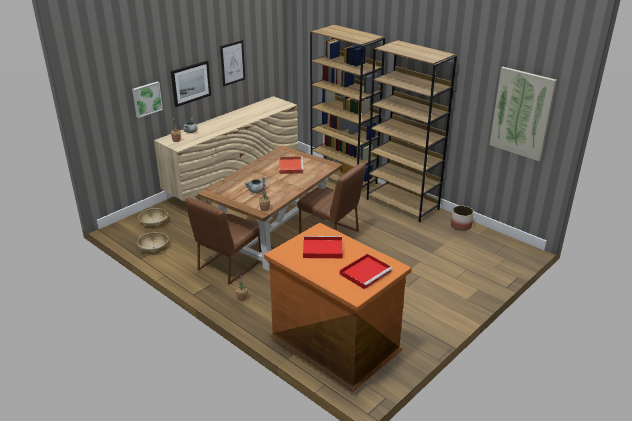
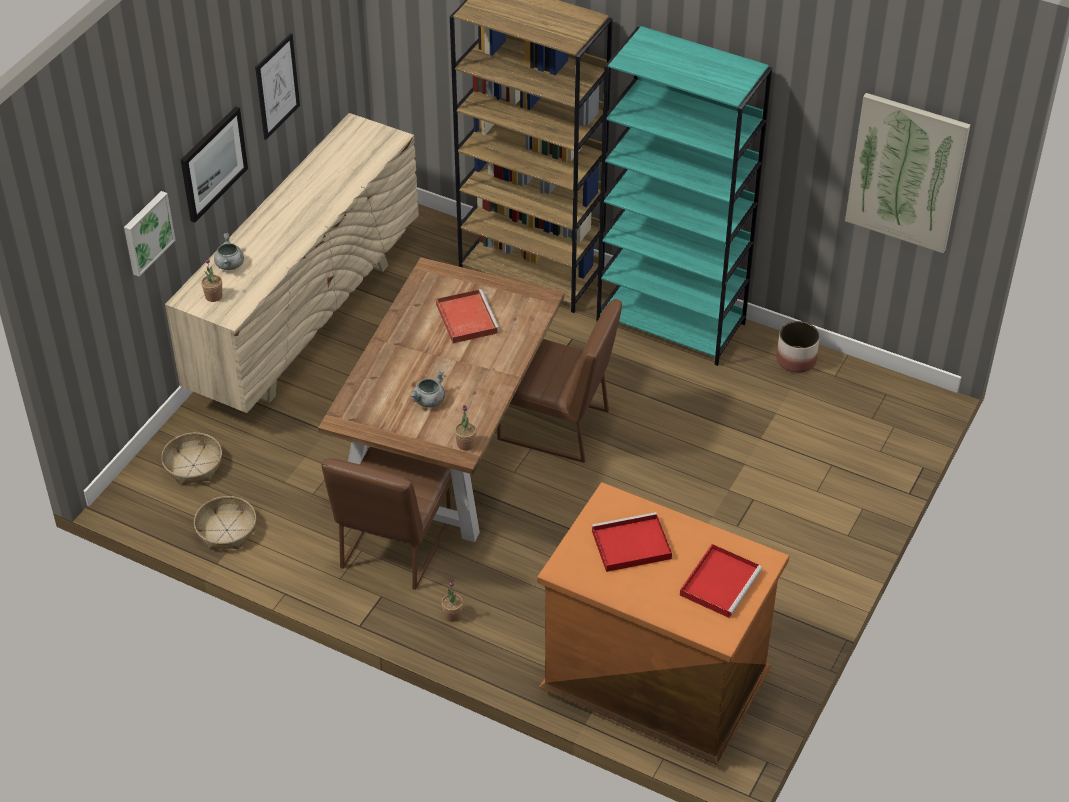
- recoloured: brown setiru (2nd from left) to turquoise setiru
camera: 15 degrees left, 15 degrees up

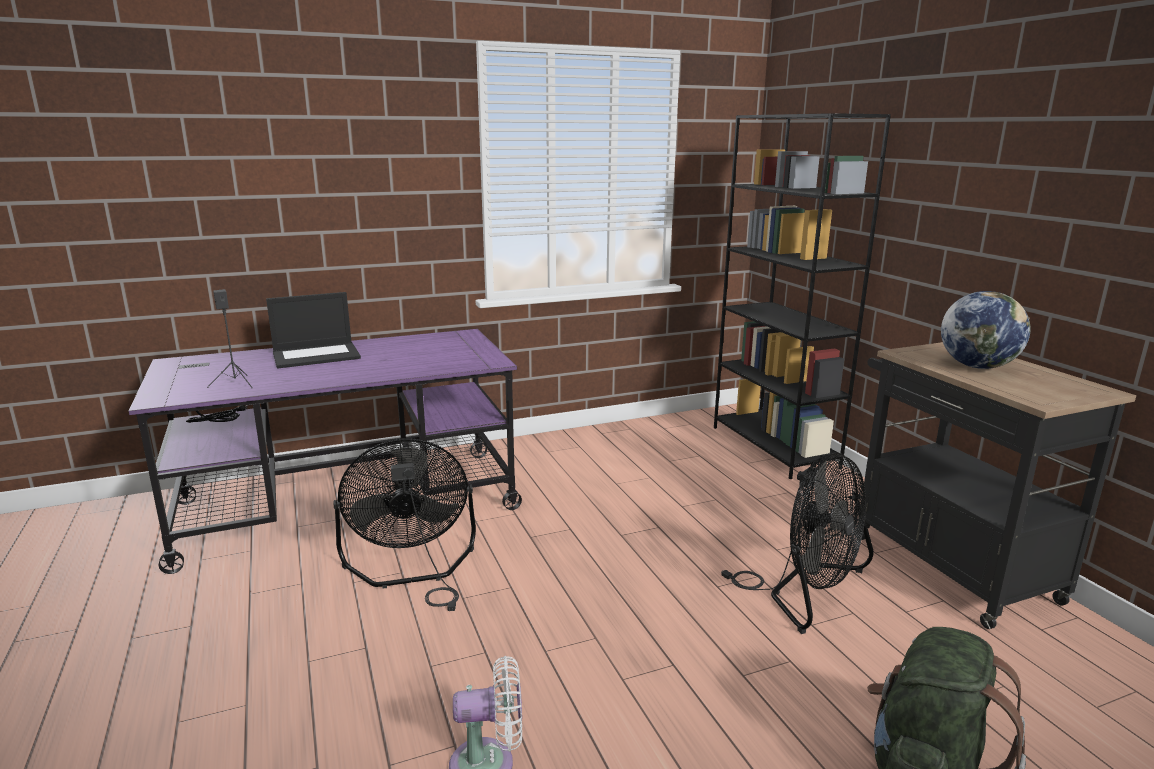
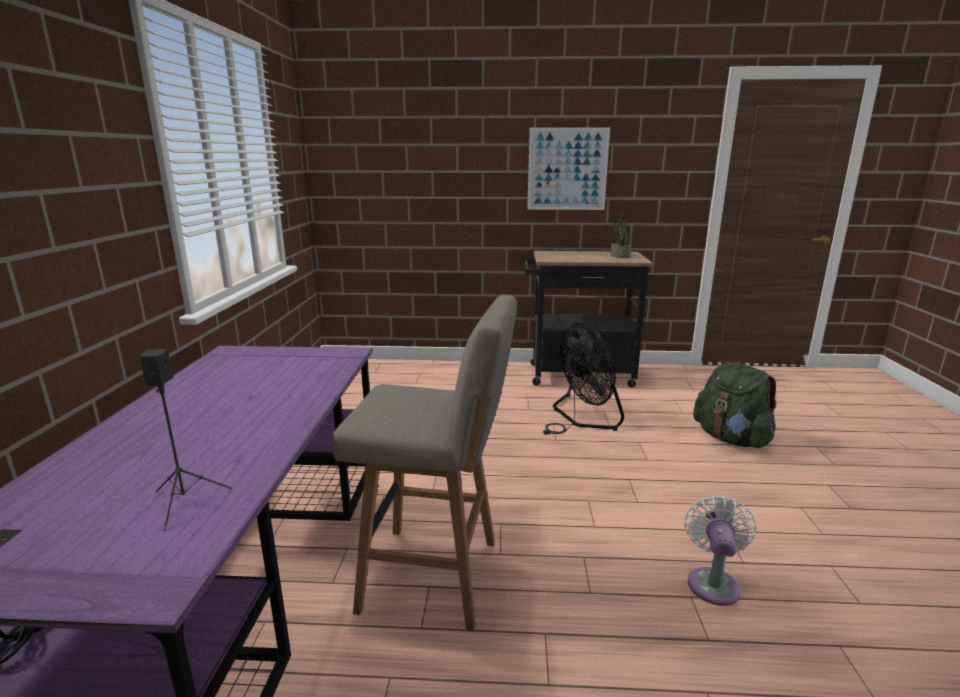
- removed: black setiru
- removed: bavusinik
- removed: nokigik
- replaced: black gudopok (1st from left) to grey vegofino
- added: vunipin
- added: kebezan
camera: 65 degrees left, 0 degrees up

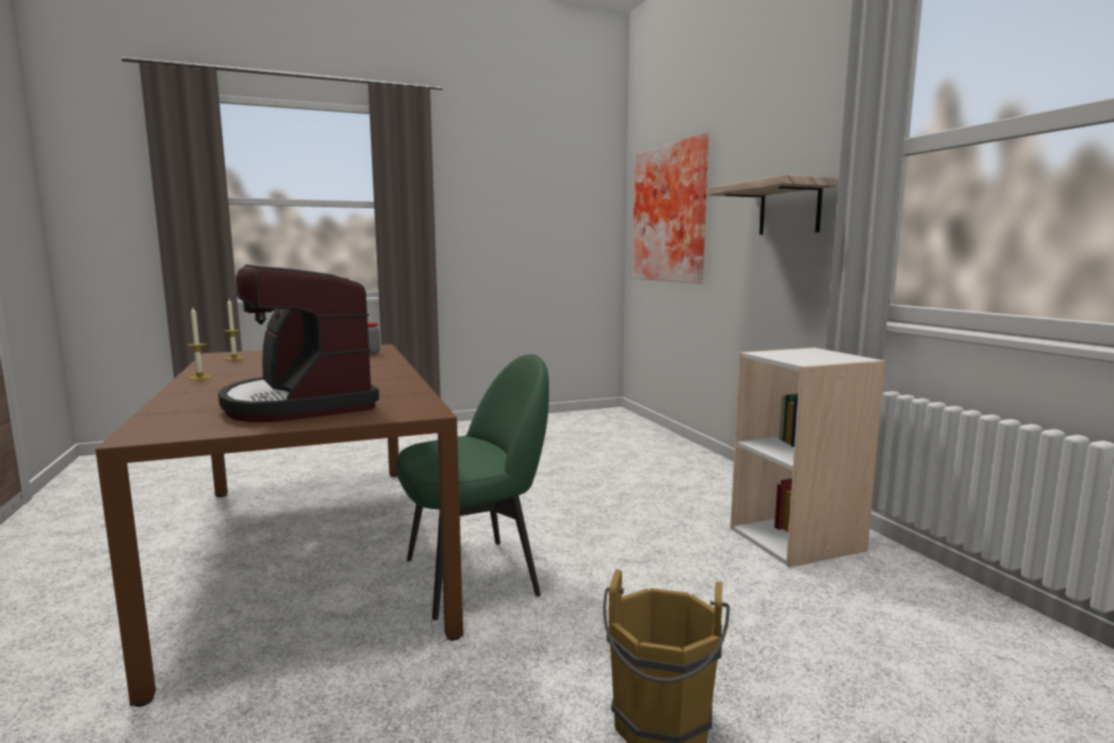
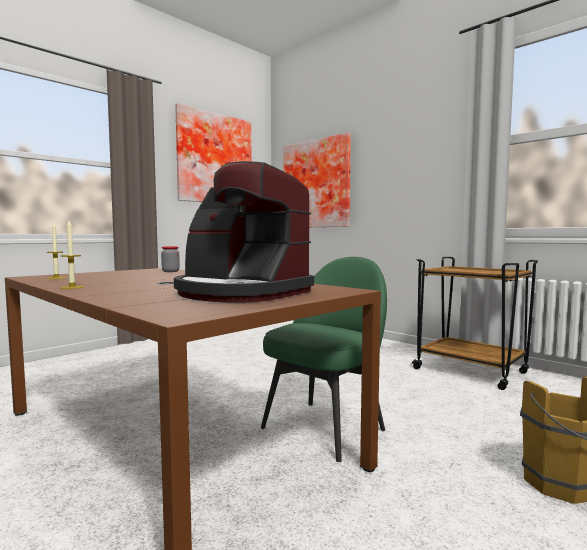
- removed: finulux
- replaced: setiru to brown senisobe
- added: vunipin (1st from left)
camera: 25 degrees left, 5 degrees down

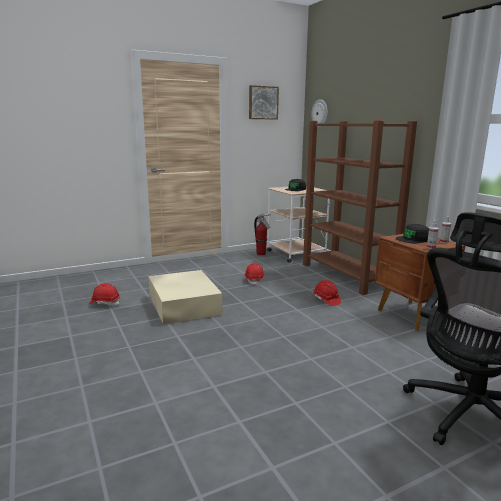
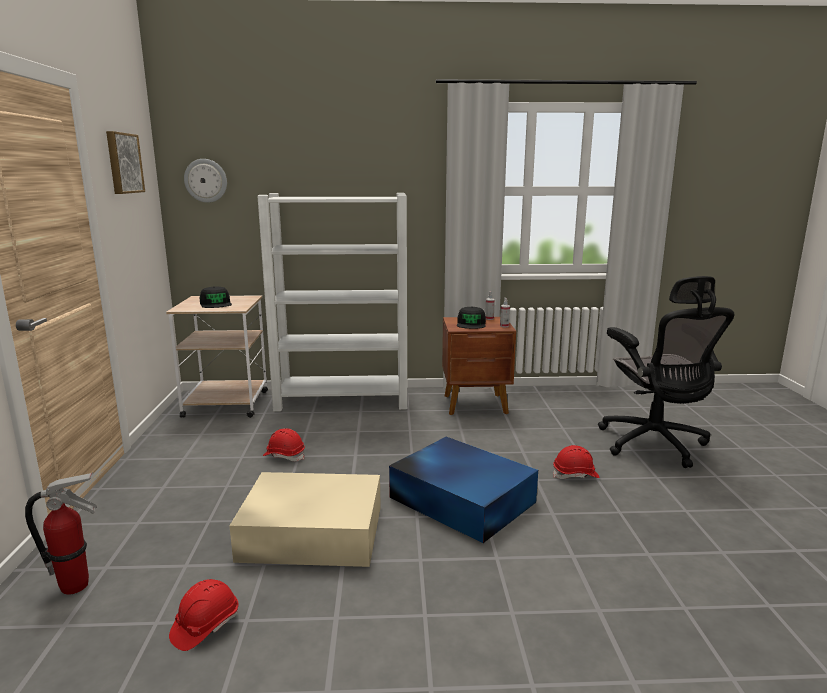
- recoloured: brown setiru to white setiru
- moved: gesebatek
- moved: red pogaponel (3rd from left)
- added: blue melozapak
camera: 65 degrees left, 0 degrees up

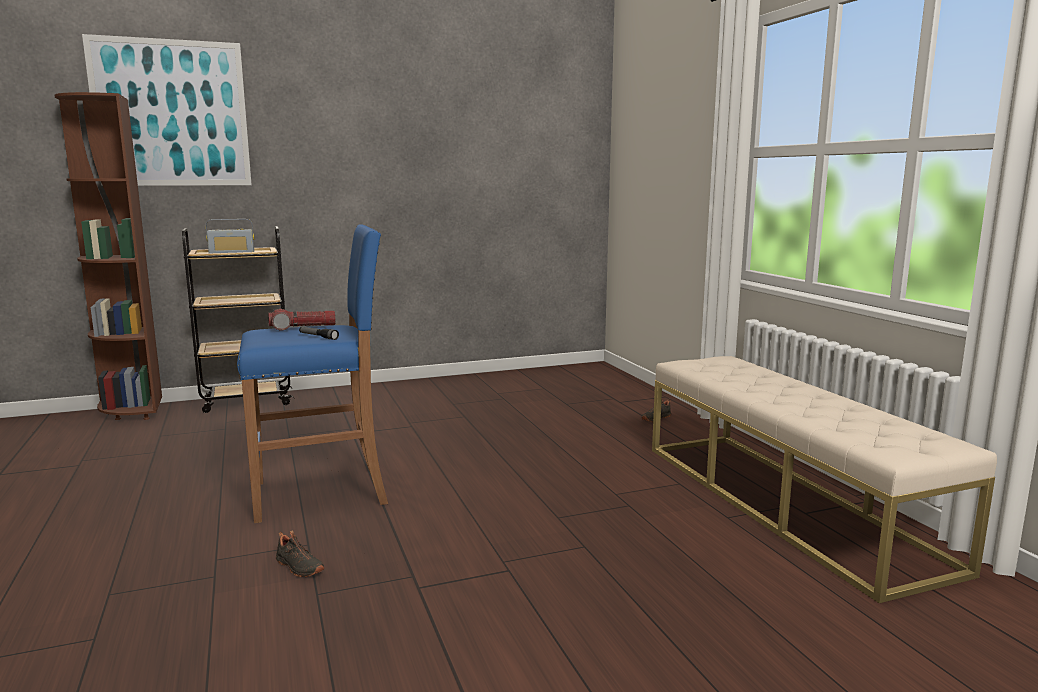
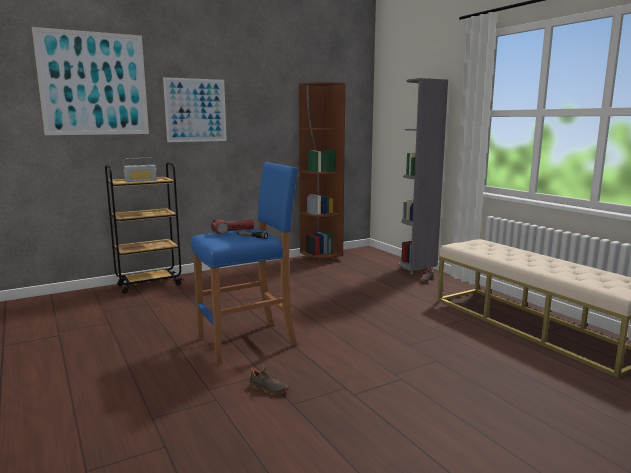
- moved: brown setiru
- added: vunipin (2nd from left)
- added: grey setiru
camera: 10 degrees left, 0 degrees up

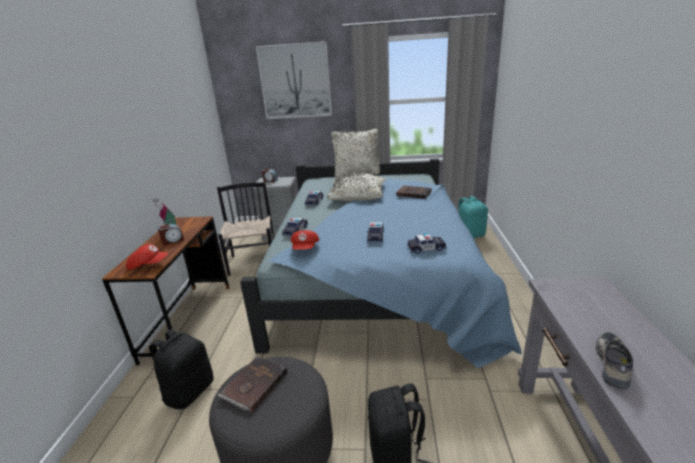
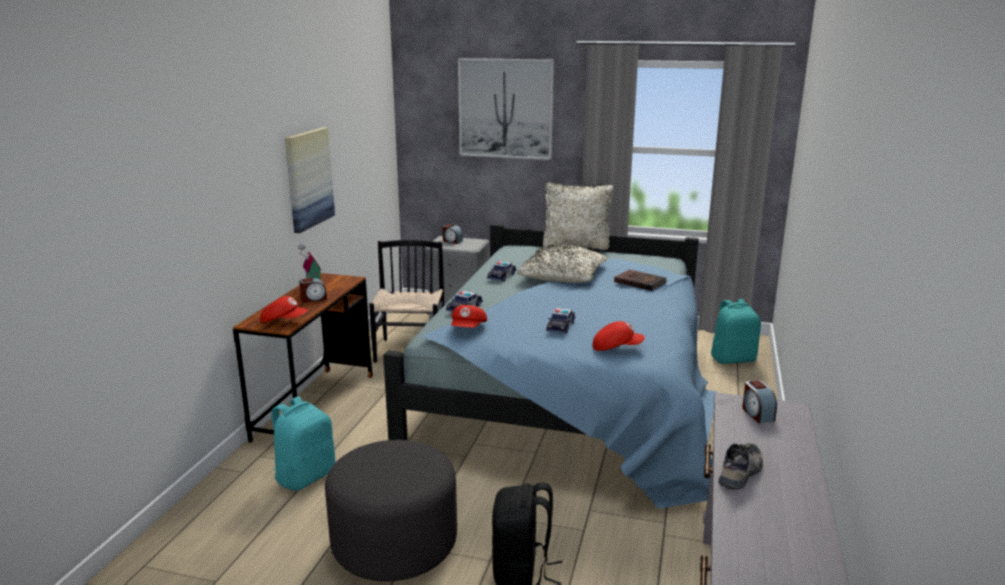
- replaced: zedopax (4th from left) to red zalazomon (3rd from left)
- recoloured: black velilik (1st from left) to turquoise velilik (1st from left)
- removed: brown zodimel (1st from left)
- added: vunipin (1st from left)
- added: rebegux (3rd from left)
camera: 10 degrees right, 5 degrees down

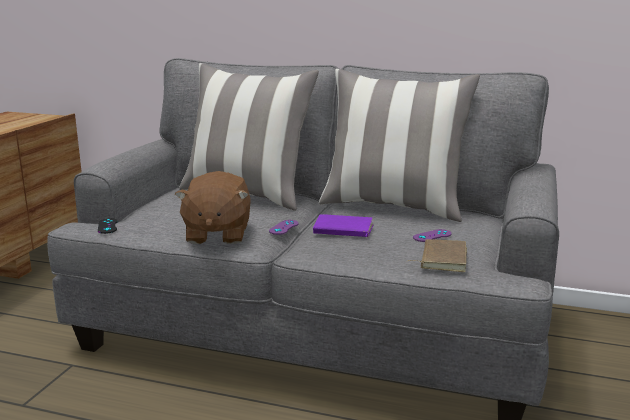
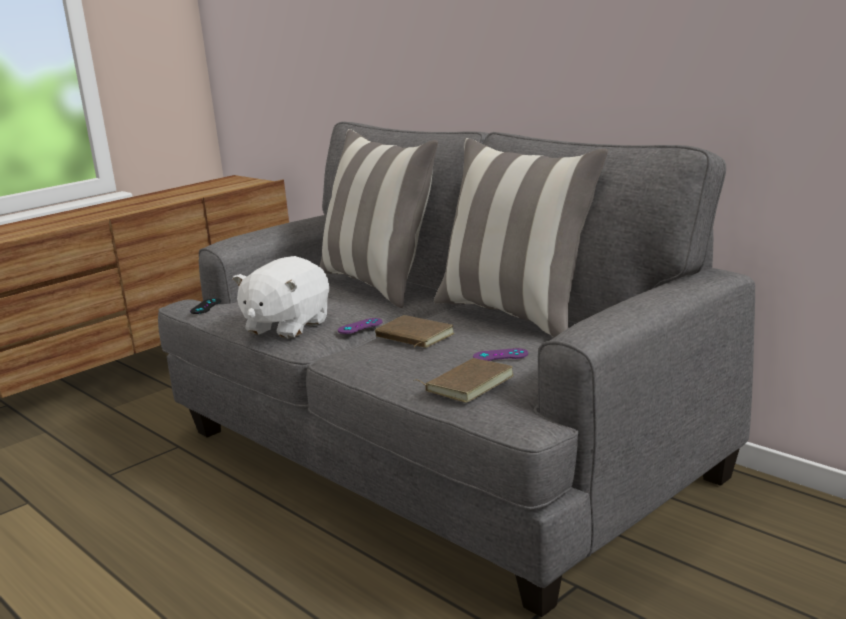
- recoloured: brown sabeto to white sabeto
- recoloured: purple zodimel to brown zodimel (1st from left)
camera: 30 degrees right, 0 degrees up

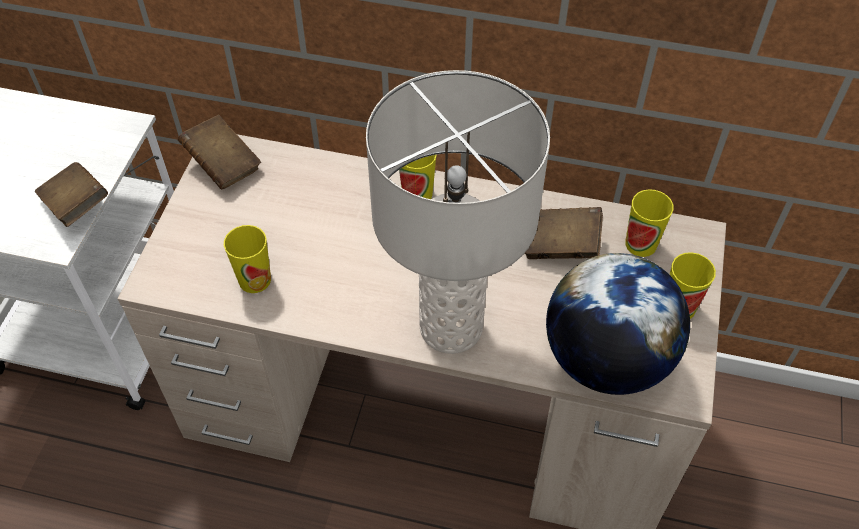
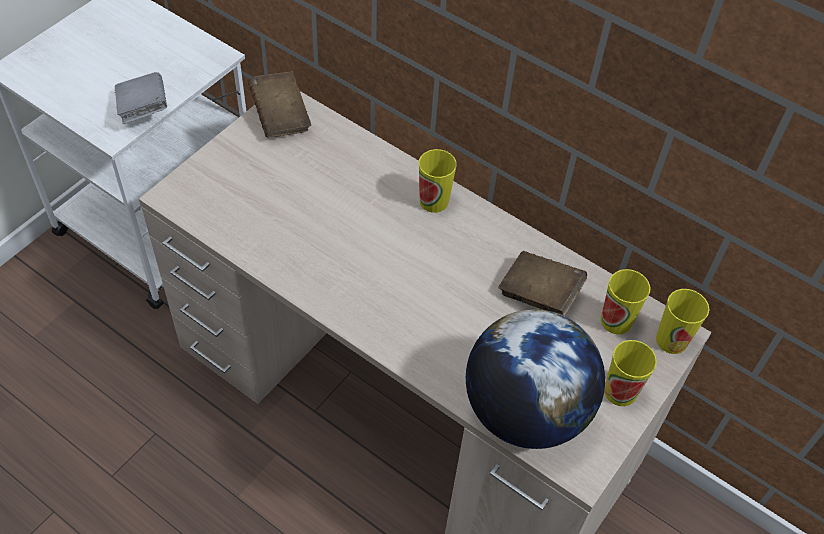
- removed: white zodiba
- recoloured: brown zodimel (1st from left) to grey zodimel
- moved: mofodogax (1st from left in the first image) to mofodogax (4th from left)
camera: 20 degrees right, 0 degrees up

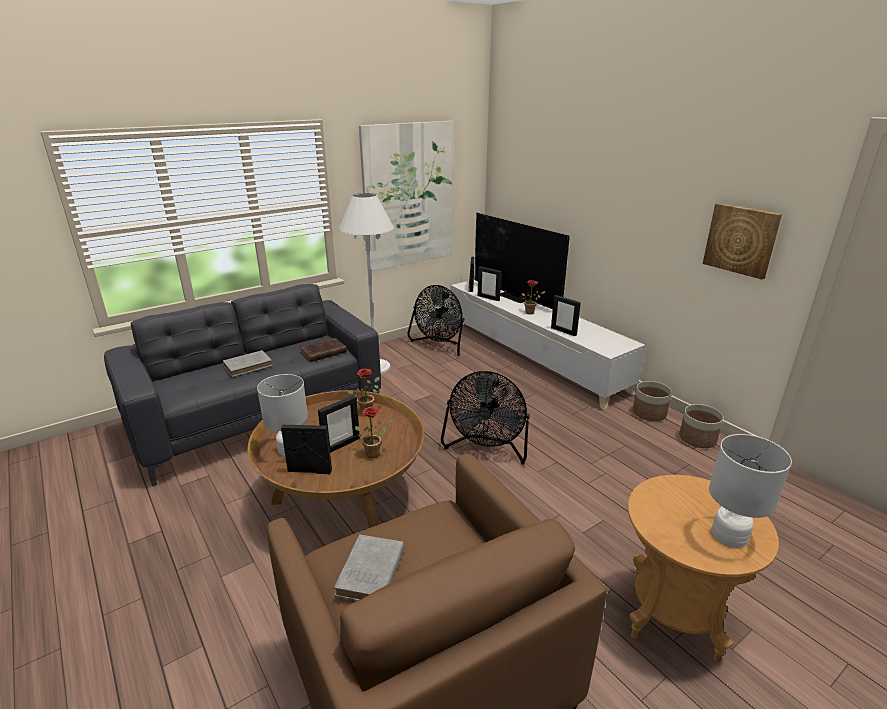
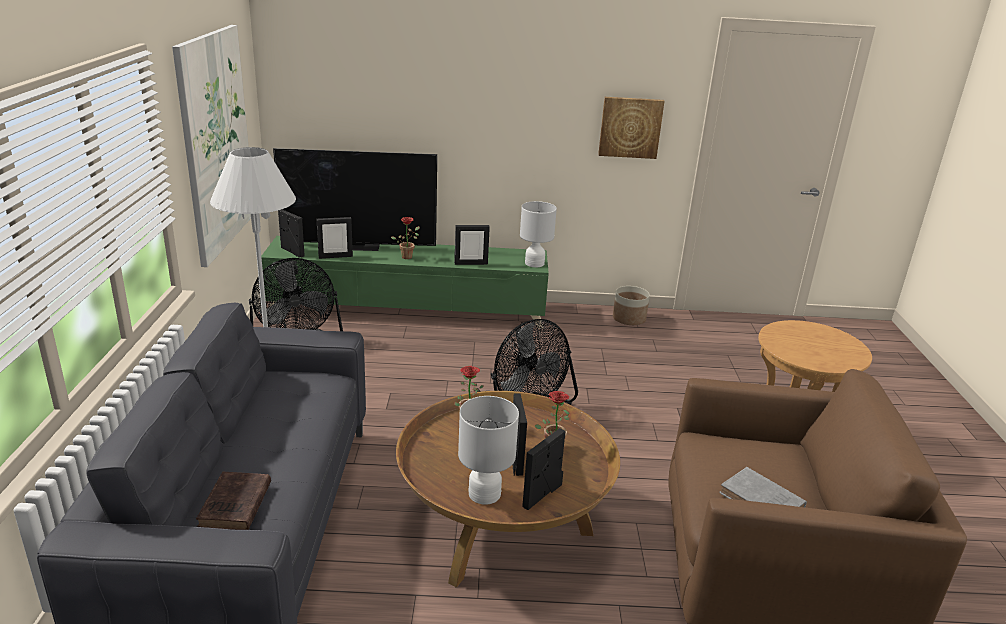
- recoloured: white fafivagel to green fafivagel
- moved: brown zodimel
- removed: grey zodimel (1st from left)
- removed: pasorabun (1st from left)
- moved: grey zodiba (2nd from left)
camera: 55 degrees left, 0 degrees up

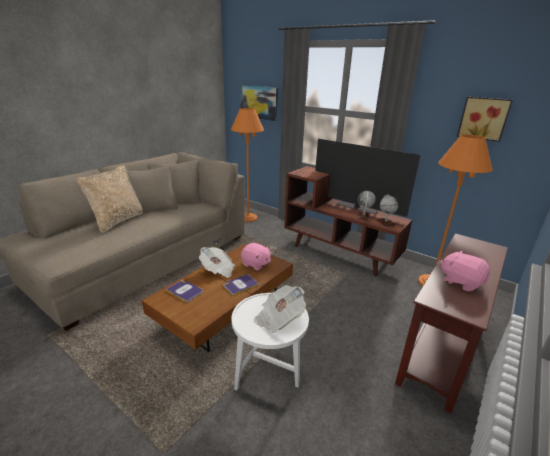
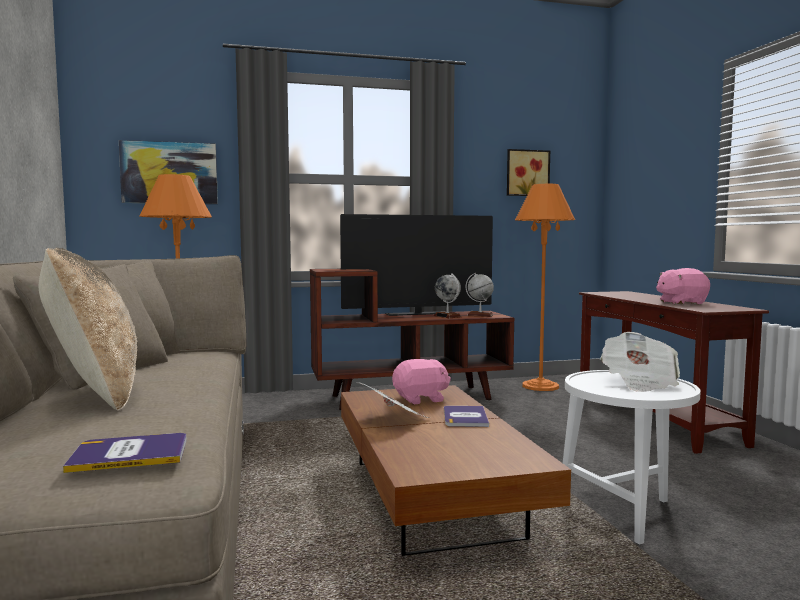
- moved: zodimel (1st from left)
camera: 50 degrees left, 20 degrees down

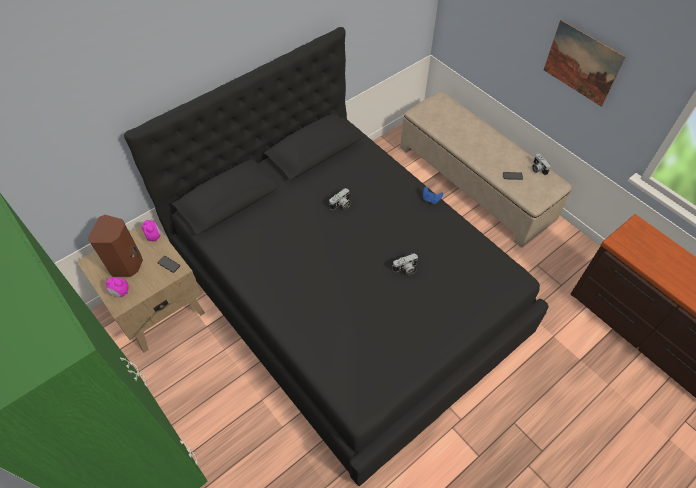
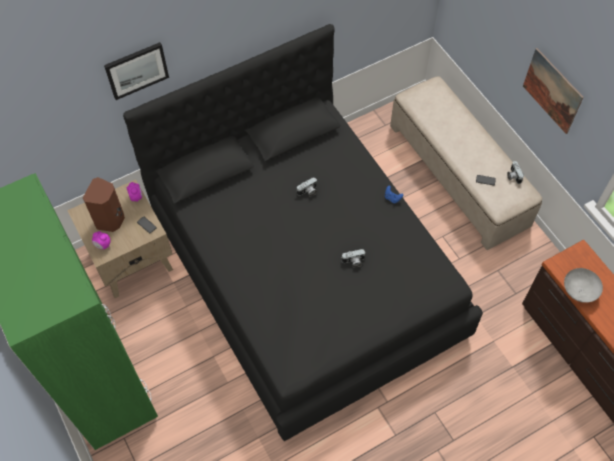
- added: vunipin (1st from left)
- added: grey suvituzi
camera: 10 degrees right, 5 degrees up

